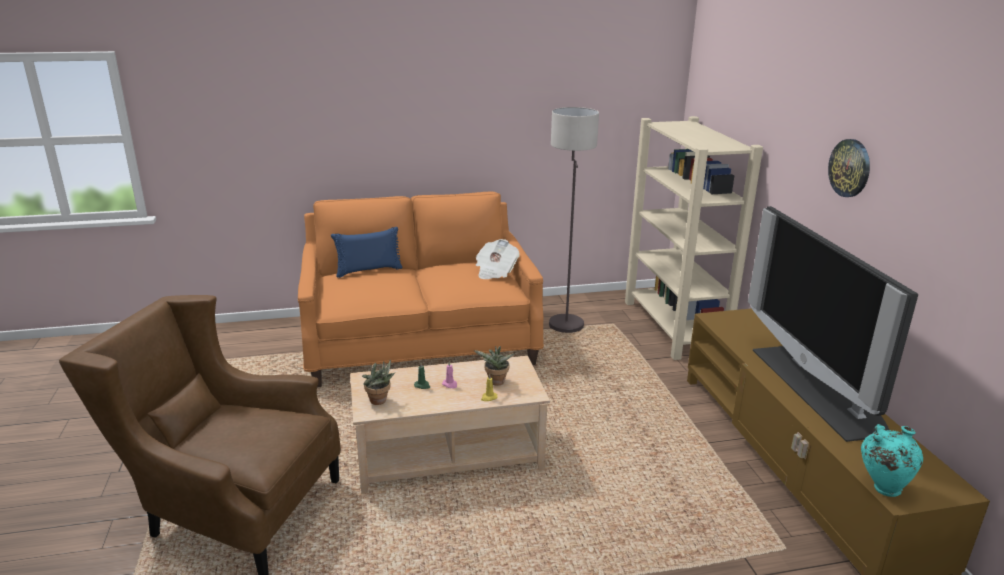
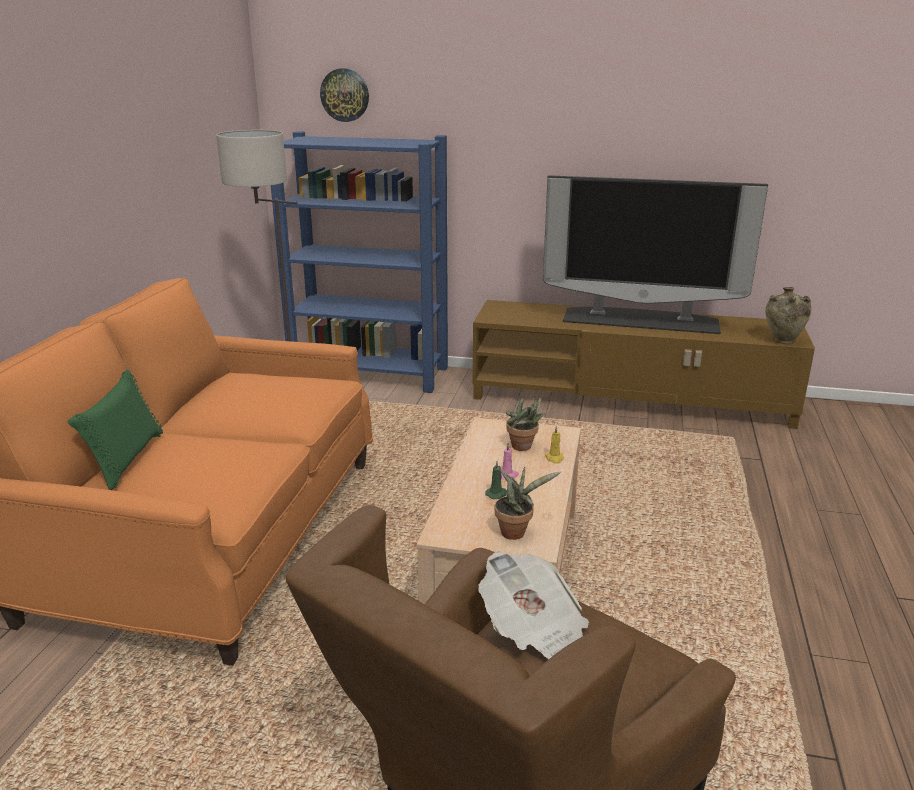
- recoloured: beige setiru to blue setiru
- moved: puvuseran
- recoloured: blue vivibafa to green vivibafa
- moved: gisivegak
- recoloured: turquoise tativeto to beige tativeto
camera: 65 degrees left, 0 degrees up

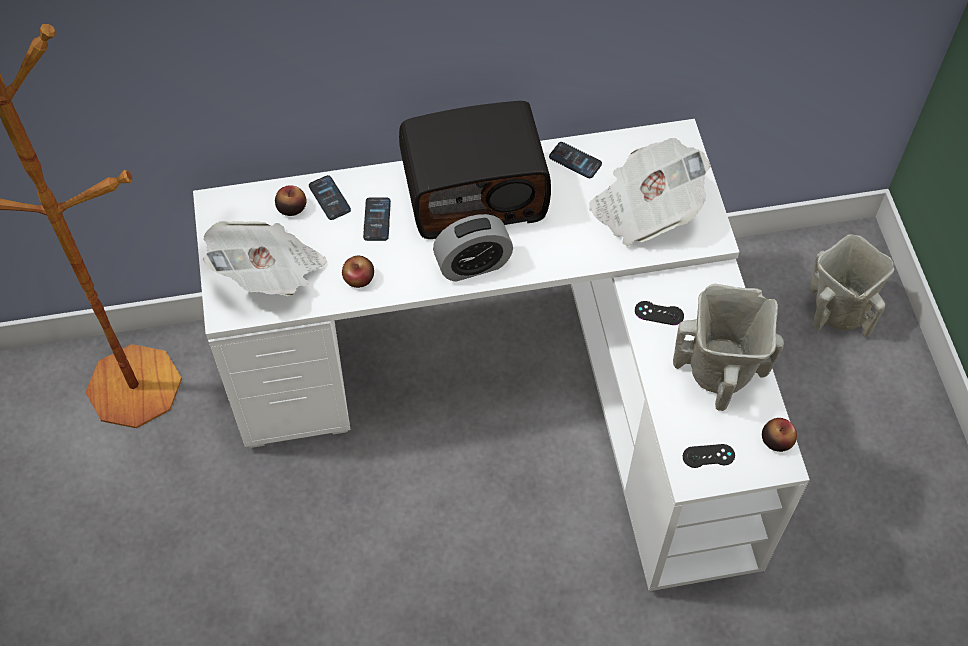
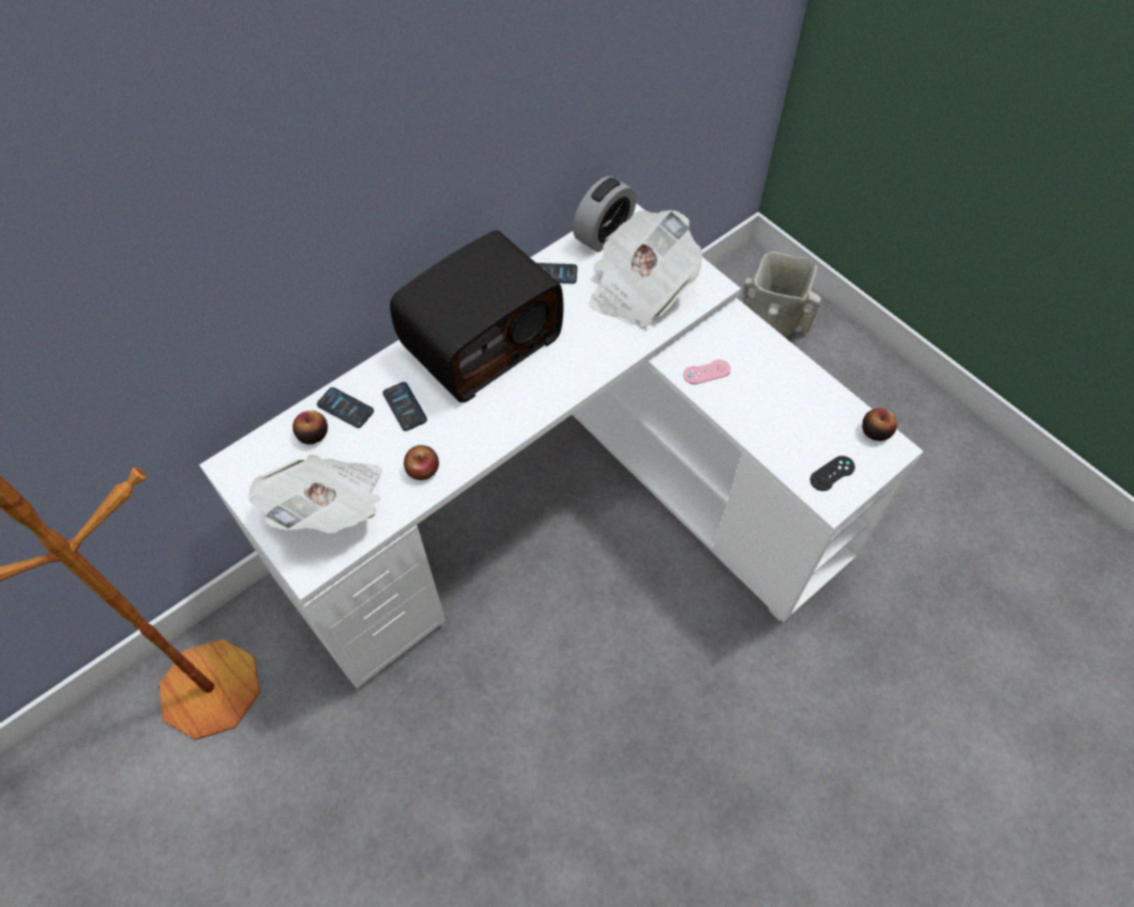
- moved: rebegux
- removed: beige tativeto (1st from left)
- recoloured: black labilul (1st from left) to pink labilul
camera: 30 degrees left, 0 degrees up

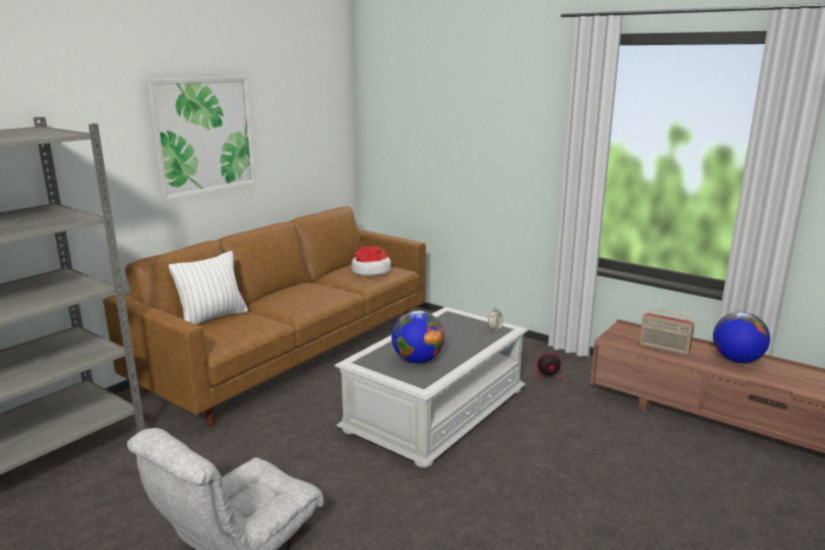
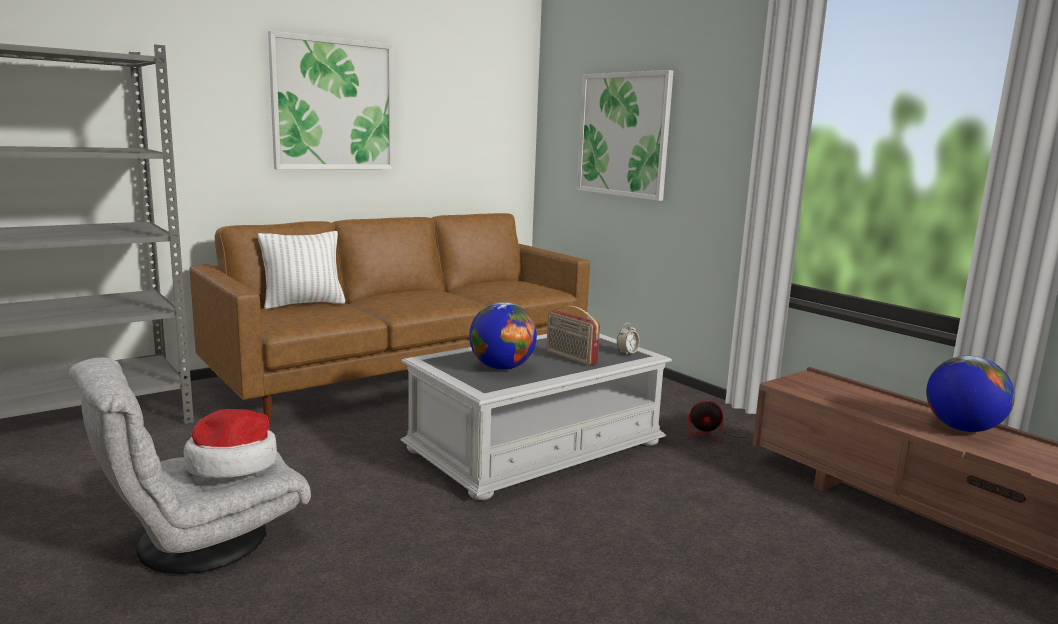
- moved: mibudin
- moved: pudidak
- added: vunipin (2nd from left)
camera: 15 degrees right, 5 degrees down

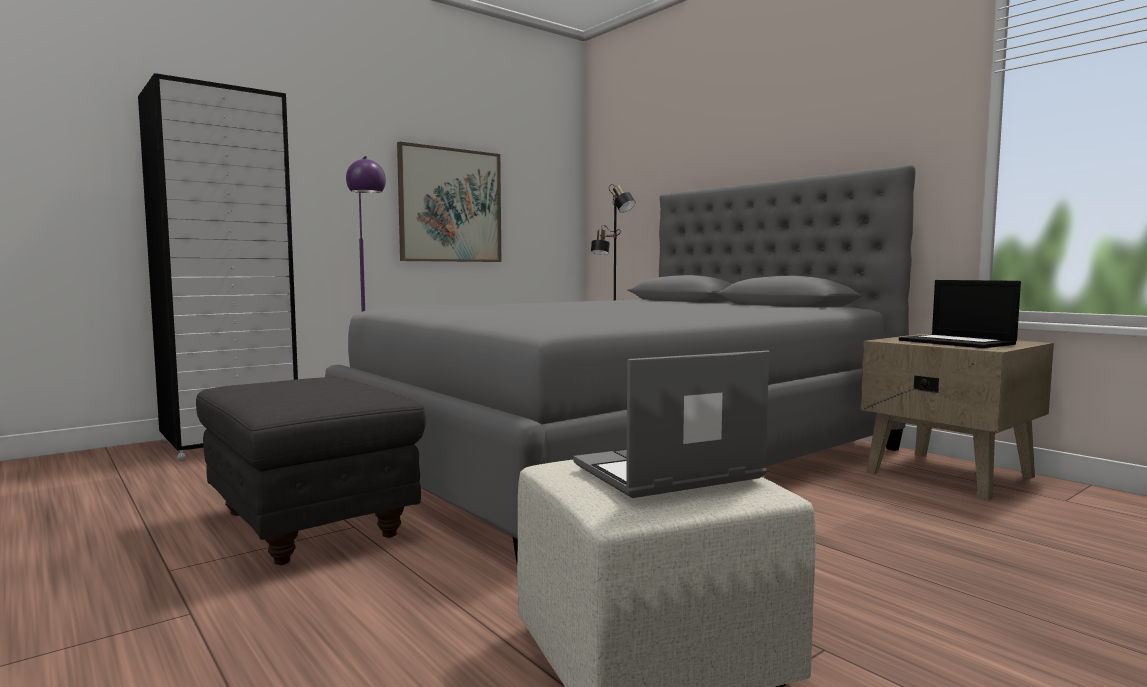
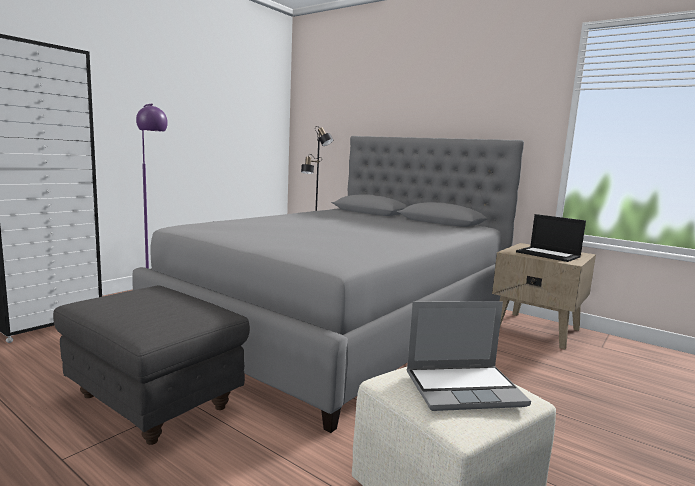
- removed: vunipin
- turned: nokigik (1st from left) 150 degrees counterclockwise
camera: 15 degrees left, 5 degrees up

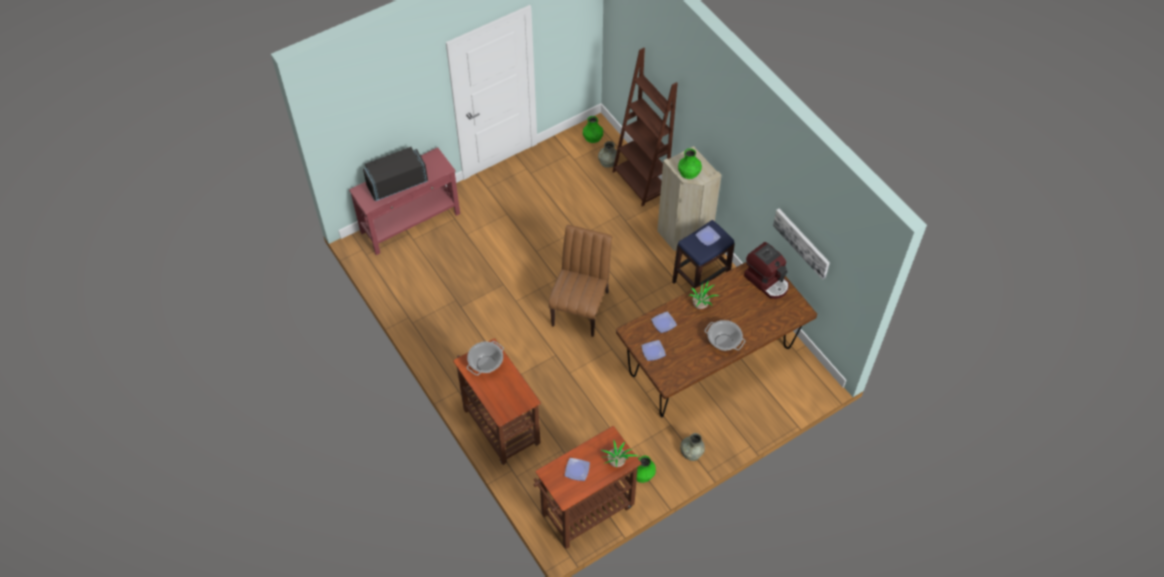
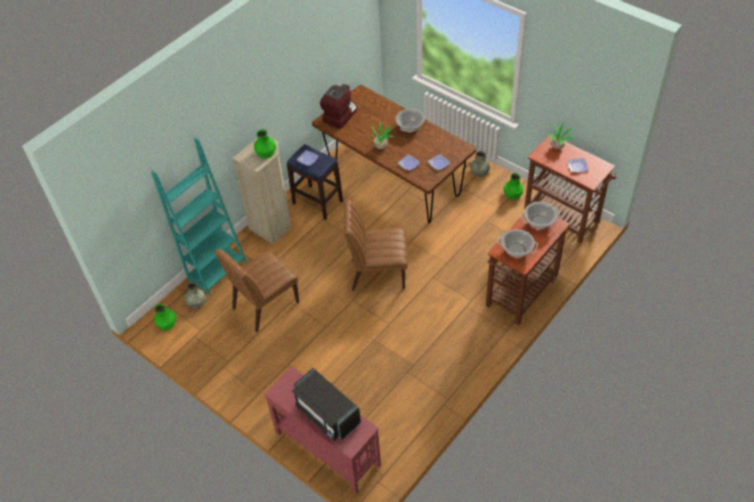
- recoloured: brown setiru to turquoise setiru
- removed: vunipin
- added: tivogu (3rd from left)
- added: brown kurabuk (1st from left)
camera: 105 degrees left, 5 degrees down

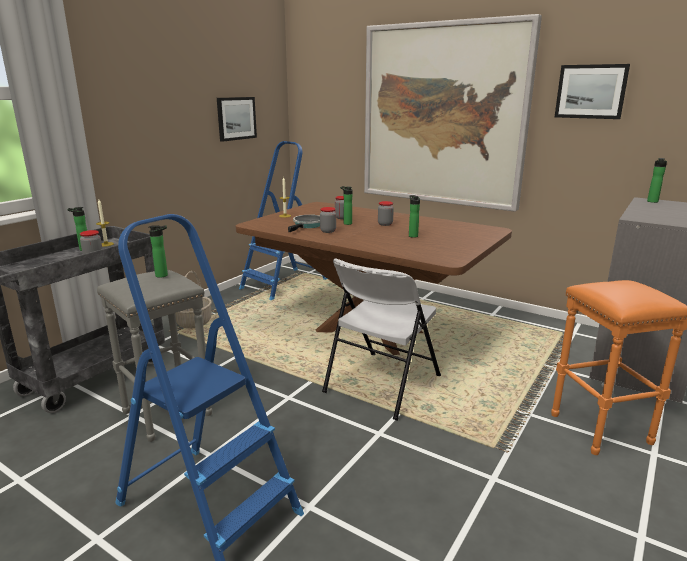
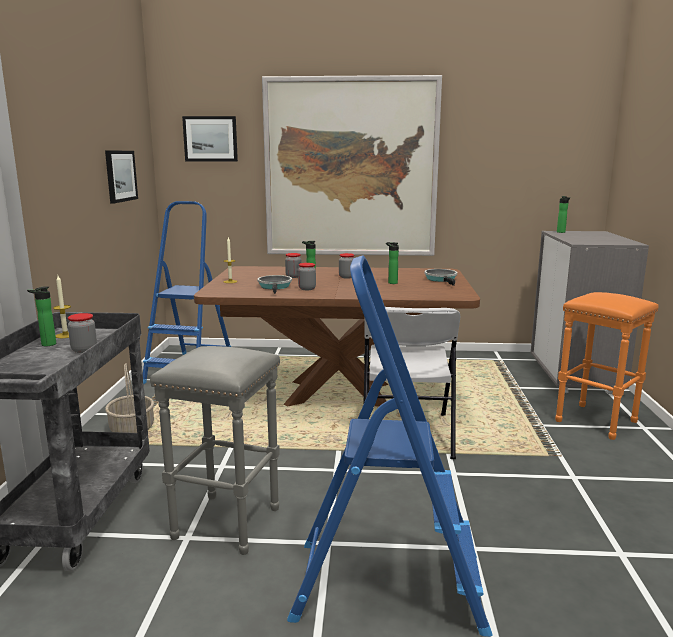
- moved: vunipin (3rd from left in the first image) to vunipin (2nd from left)
- removed: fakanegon (2nd from left)
- added: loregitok (2nd from left)
camera: 30 degrees left, 5 degrees down

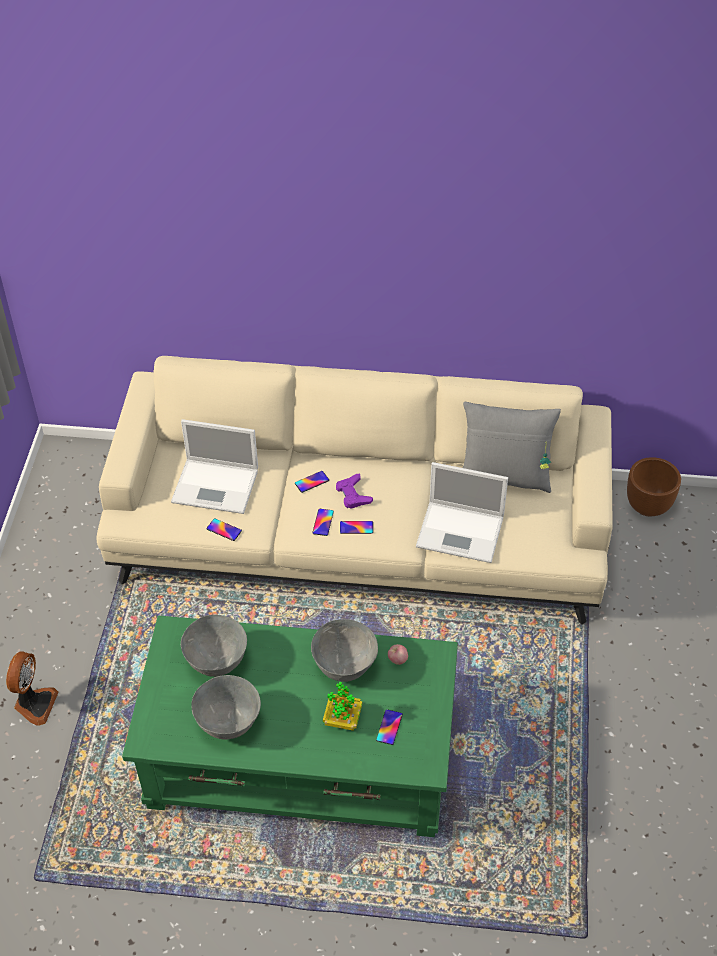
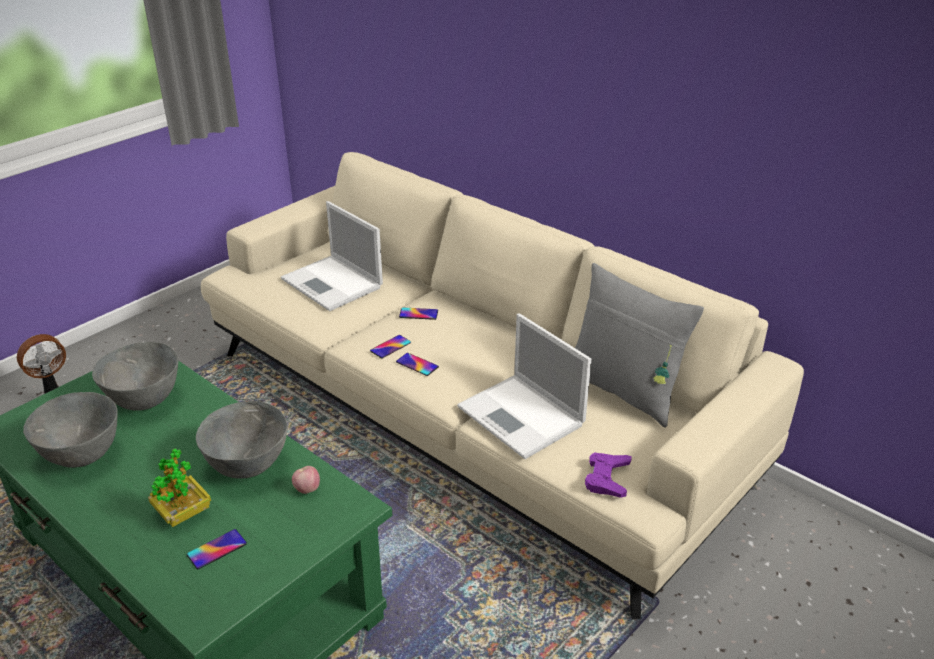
- removed: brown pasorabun
- moved: purple labilul
- removed: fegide (1st from left)
camera: 35 degrees right, 15 degrees down

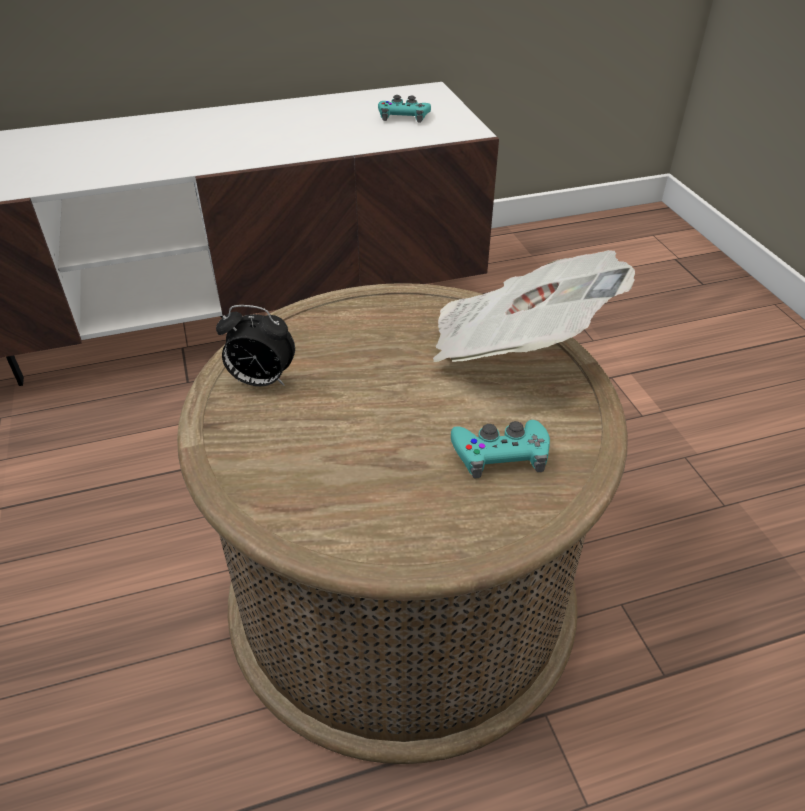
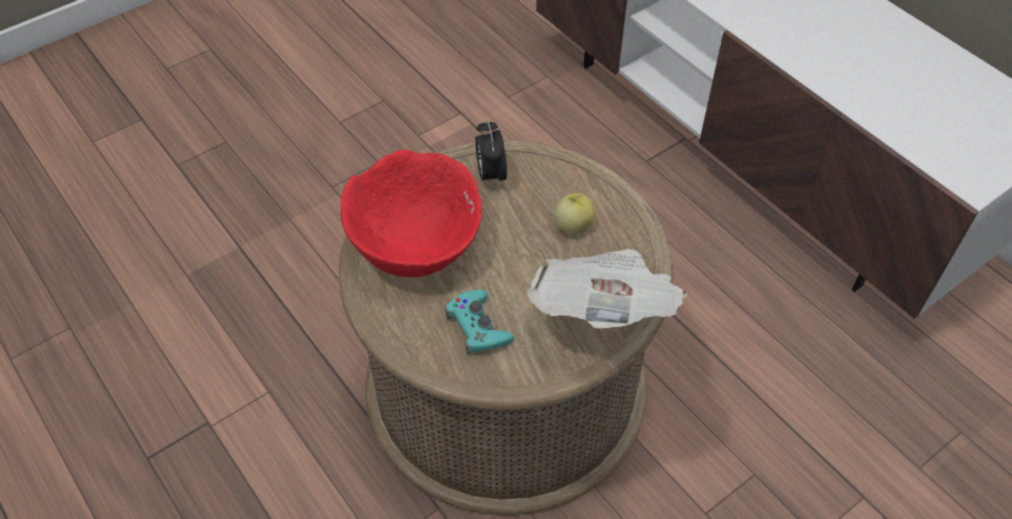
- removed: turquoise labilul (1st from left)
- added: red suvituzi
- added: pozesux
camera: 70 degrees right, 10 degrees up

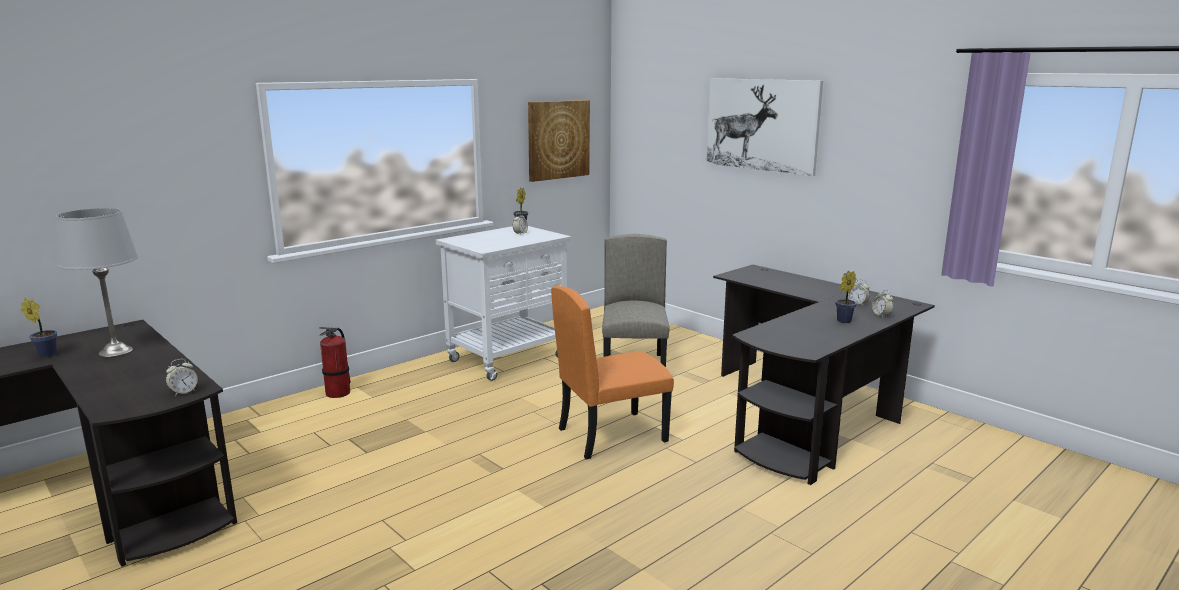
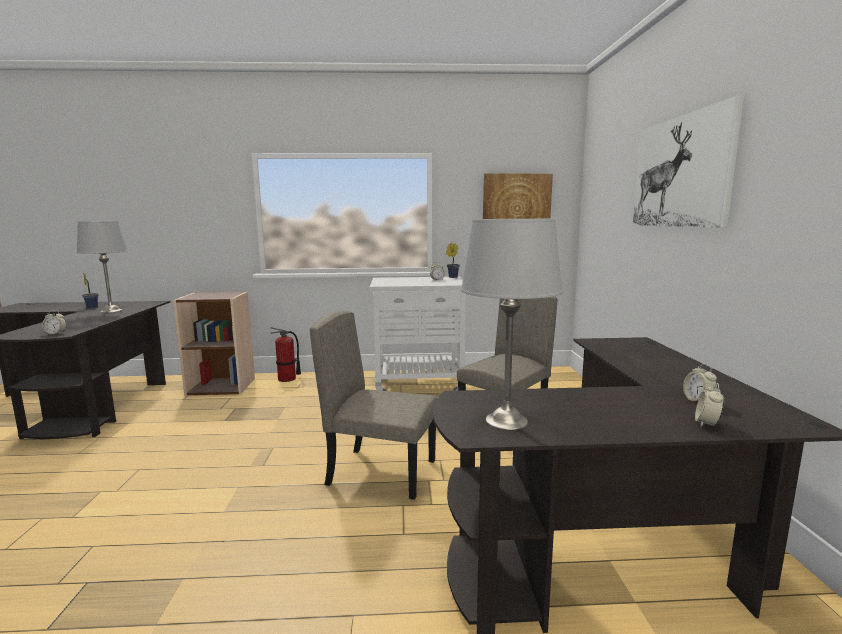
- removed: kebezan (3rd from left)
- recoloured: orange kurabuk to beige kurabuk (1st from left)
- added: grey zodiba (2nd from left)
- added: brown setiru
camera: 40 degrees right, 5 degrees down

